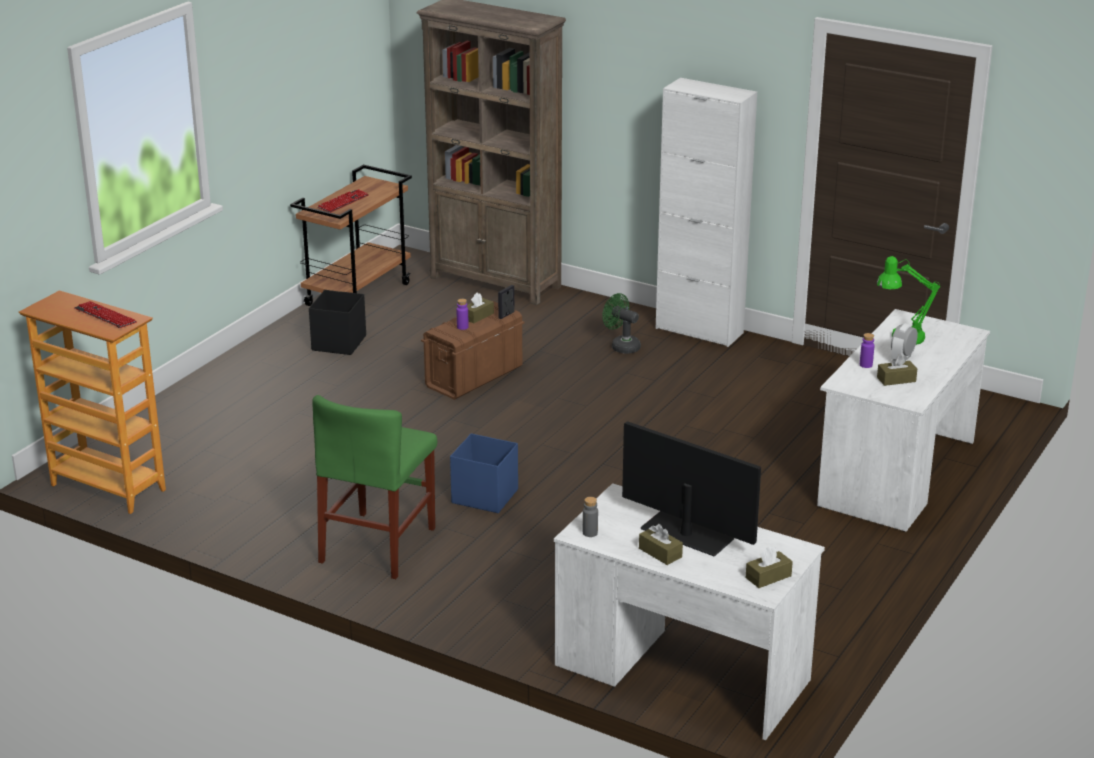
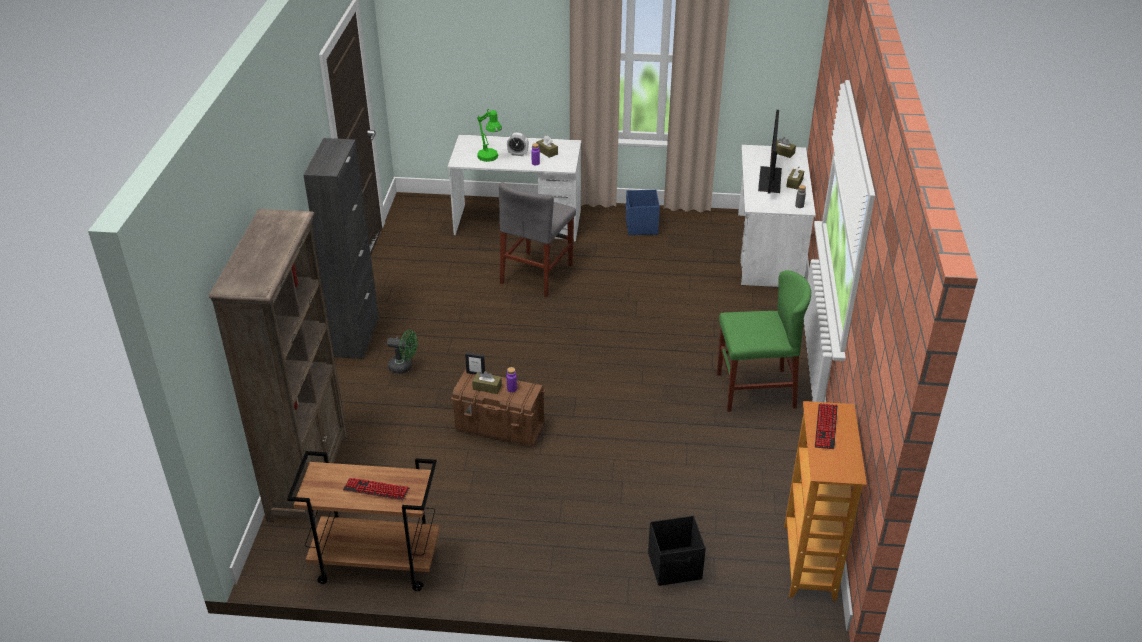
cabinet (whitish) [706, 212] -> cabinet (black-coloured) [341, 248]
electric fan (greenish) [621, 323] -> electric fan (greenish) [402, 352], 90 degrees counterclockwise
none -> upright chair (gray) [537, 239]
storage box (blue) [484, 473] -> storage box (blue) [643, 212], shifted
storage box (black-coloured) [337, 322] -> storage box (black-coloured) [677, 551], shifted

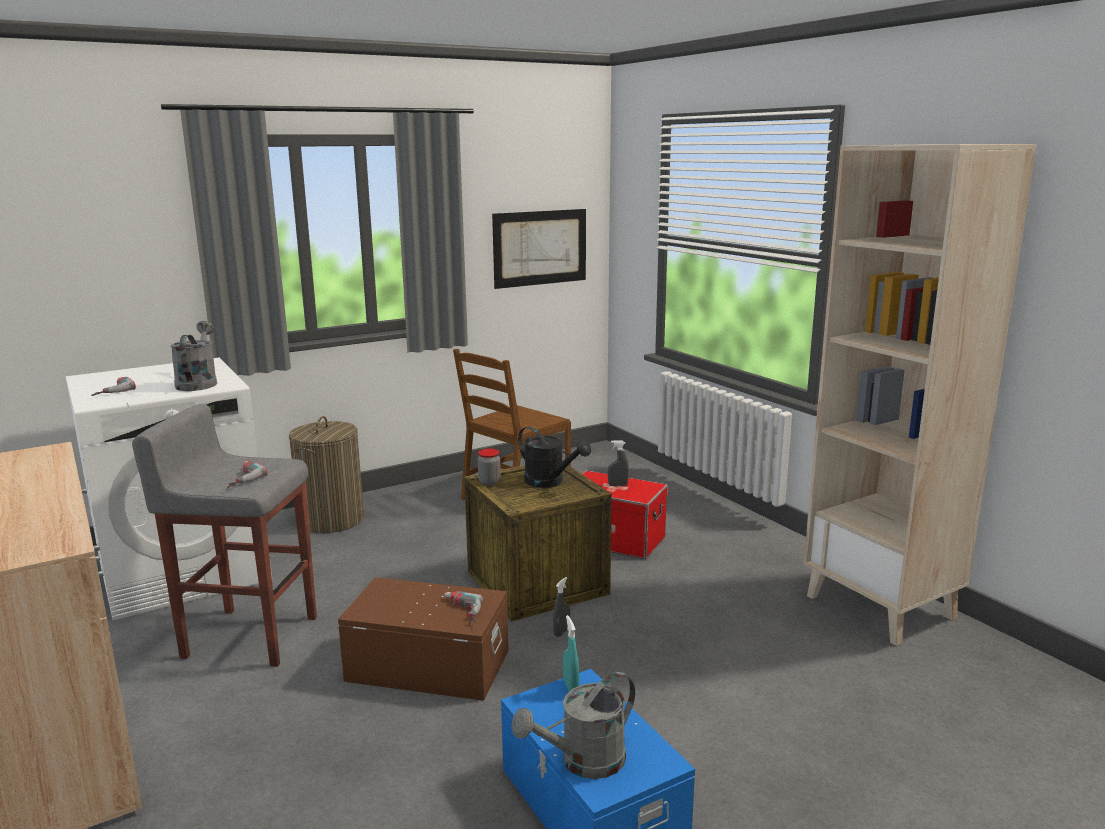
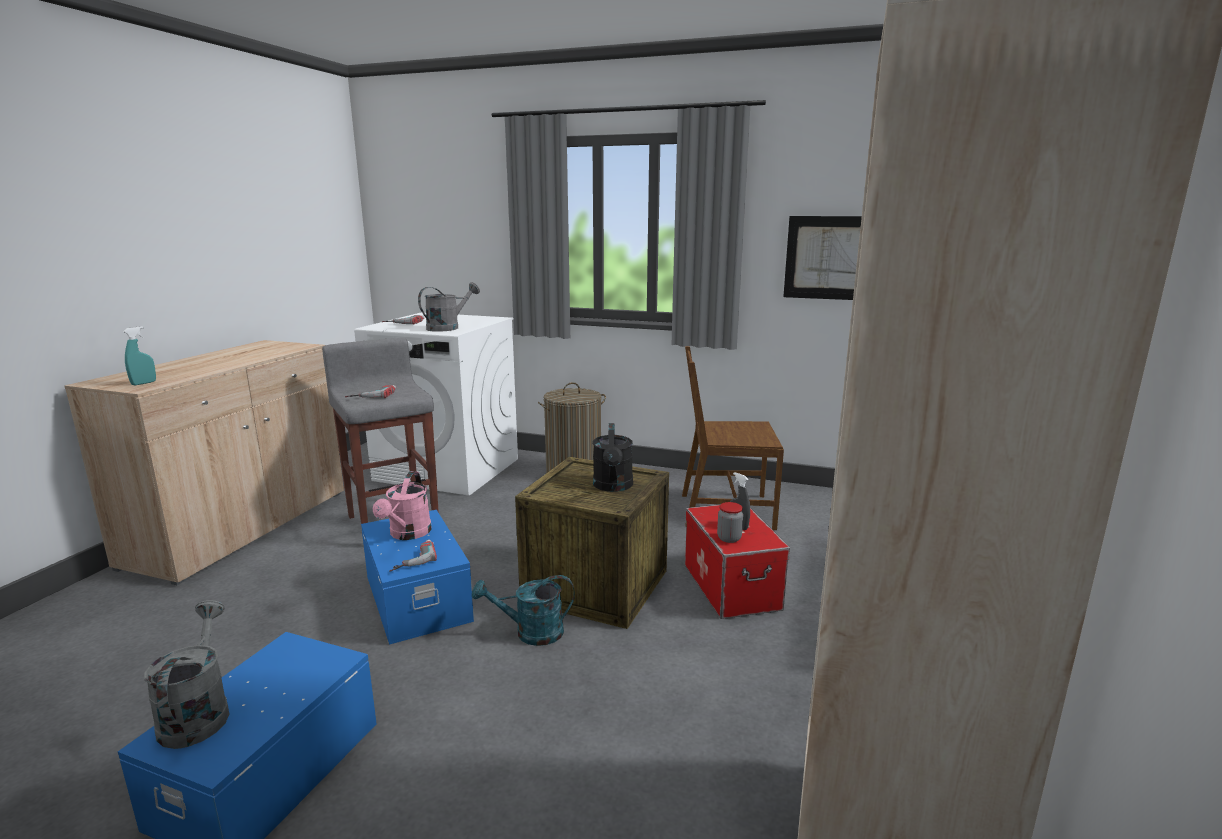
hand sprayer (turquoise) [571, 653] -> hand sprayer (turquoise) [139, 355], shifted
watering pot (gray) [573, 725] -> watering pot (gray) [186, 674], 60 degrees clockwise
storage box (brownish) [423, 639] -> storage box (blue) [417, 577]
none -> watering pot (pinkish) [402, 505]
hand sprayer (gray) [561, 607] -> watering pot (turquoise) [523, 610]
preserve jar [489, 467] -> preserve jar [730, 522], shifted

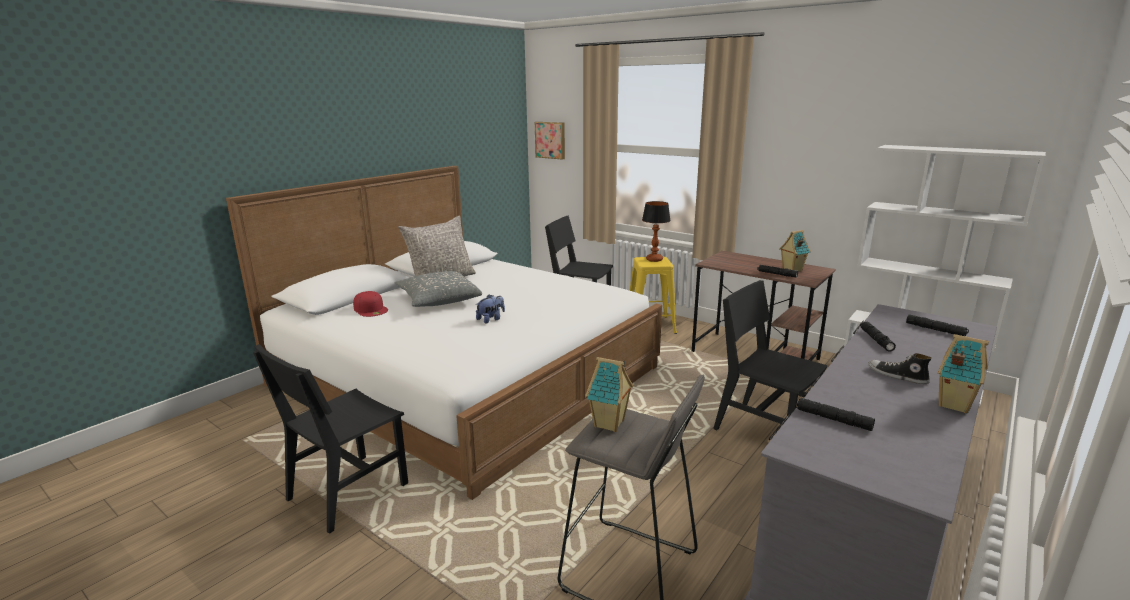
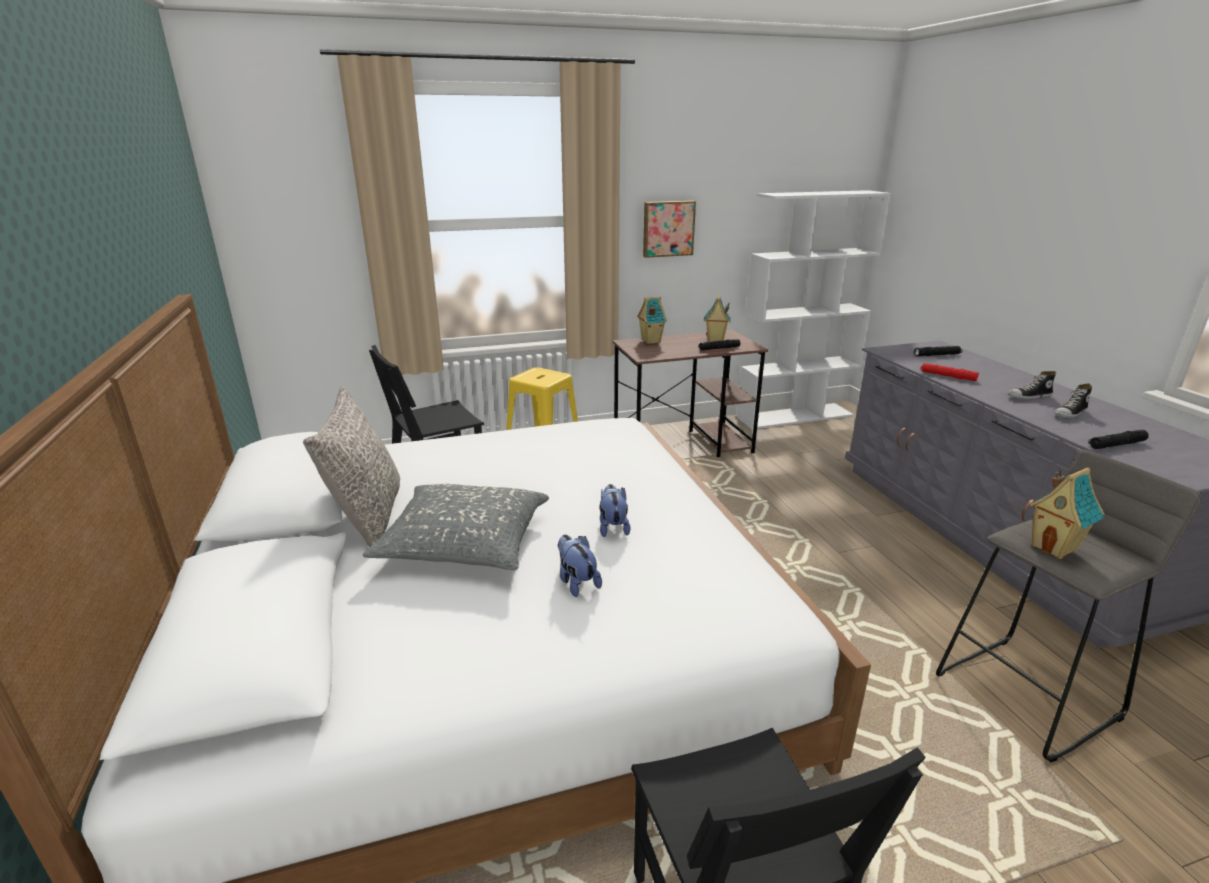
none -> plush toy [580, 566]
toy house [963, 374] -> toy house [652, 320], shifted
picture [550, 140] -> picture [669, 229], shifted
hand torch (black-coloured) [878, 336] -> hand torch (red-coloured) [949, 372]
none -> shoe [1073, 401]
baseball cap (red-coloured) [370, 304] -> none
lamp for a table [656, 231] -> none
upright chair (black-coloured) [770, 355] -> none

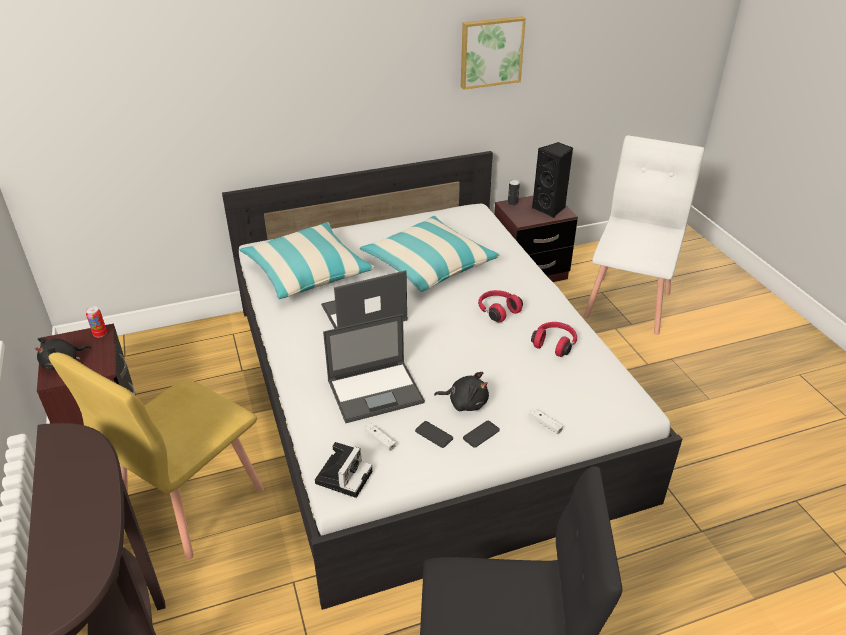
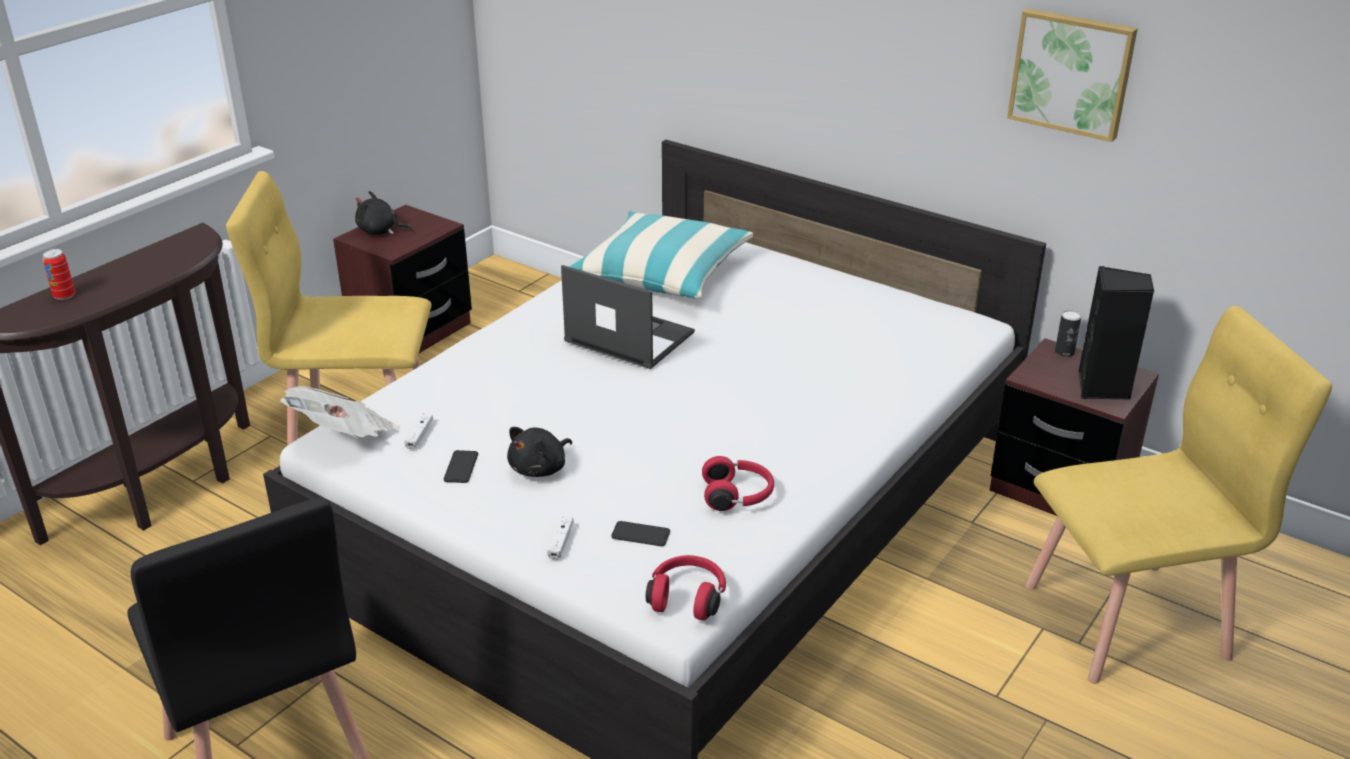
sealed can [96, 322] -> sealed can [59, 274], shifted
photo camera [343, 470] -> printed paper [339, 412]
plush toy (black-coloured) [461, 391] -> plush toy (black-coloured) [539, 452], 60 degrees clockwise
phone [481, 434] -> phone [640, 533], shifted
headset (red-coloured) [500, 306] -> headset (red-coloured) [686, 587], shifted
upright chair (whitish) [644, 235] -> upright chair (yellow) [1178, 495]
portable computer [374, 368] -> none
throw pillow [430, 253] -> none

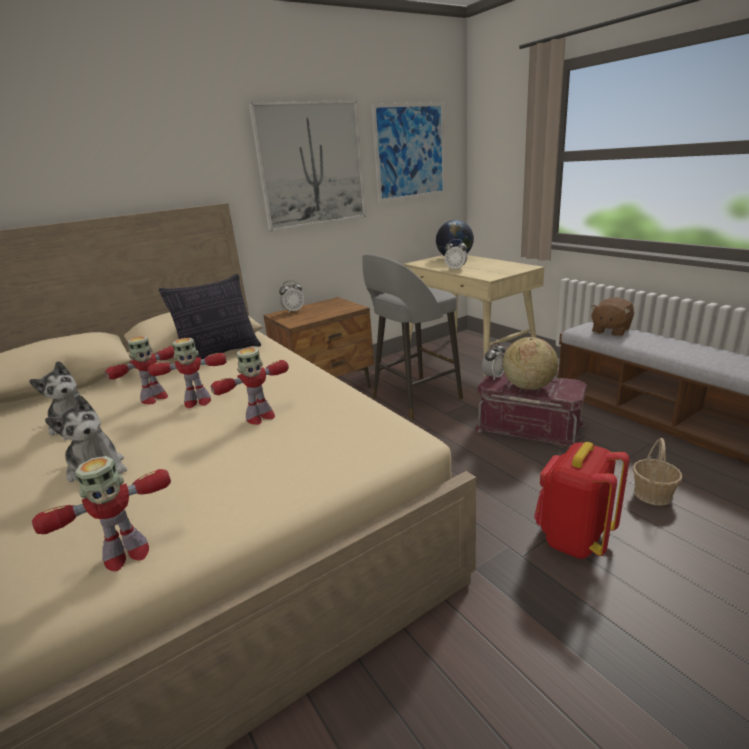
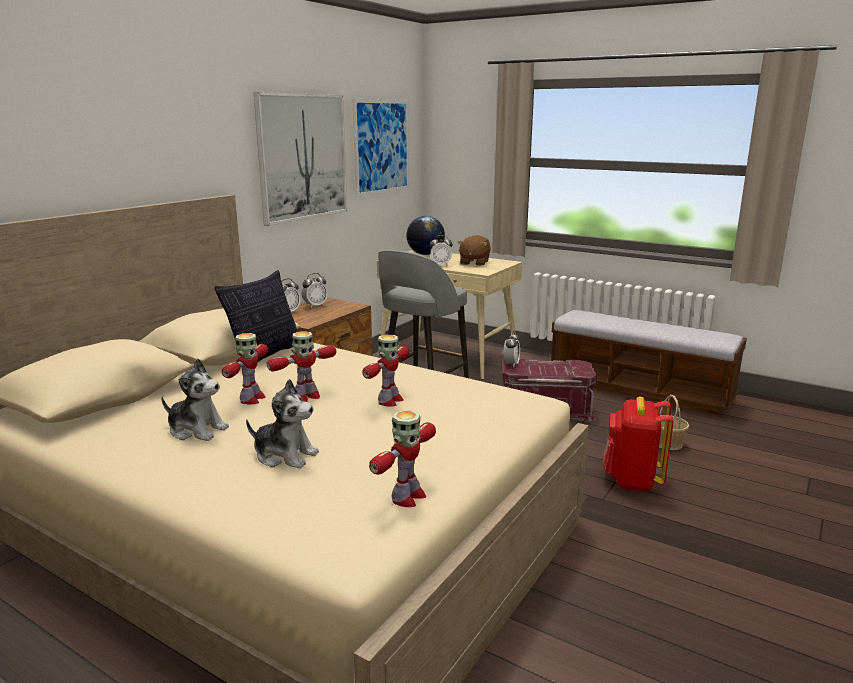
none -> bedside clock [315, 290]
plush toy (brownish) [612, 317] -> plush toy (brownish) [474, 250], shifted
desk globe [530, 363] -> none

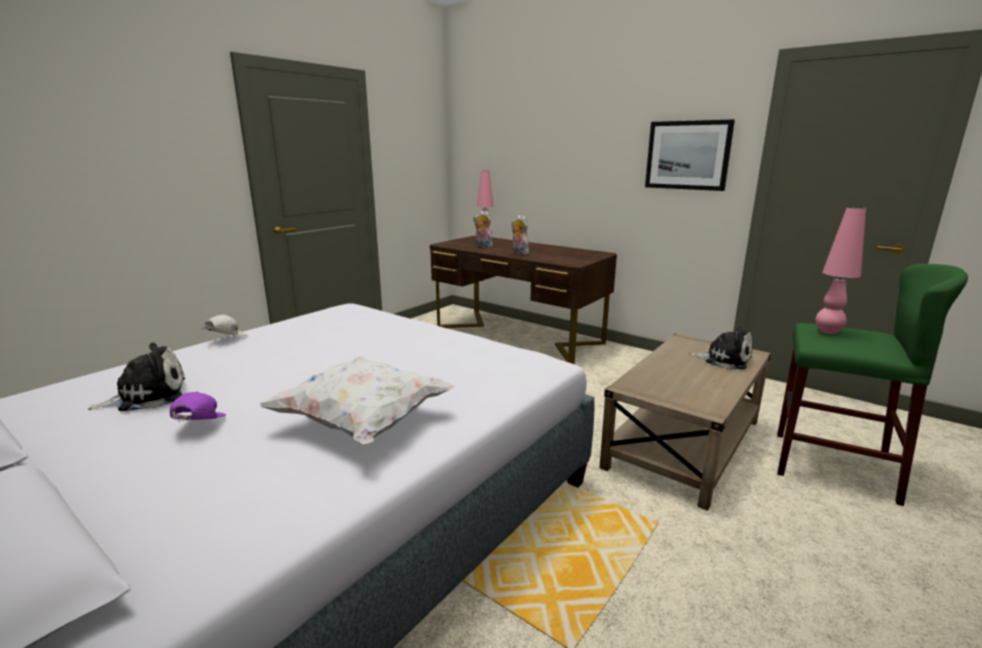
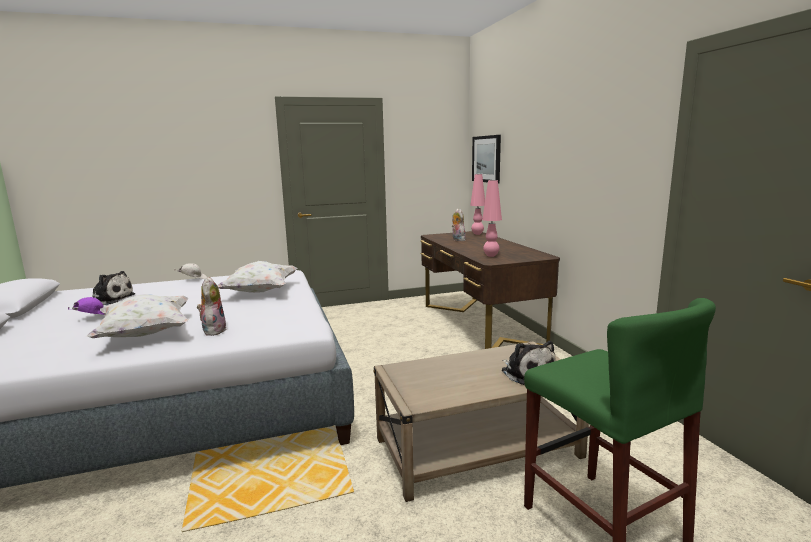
plush toy [520, 235] -> plush toy [212, 306], shifted
none -> throw pillow (whitish) [257, 277]
picture [690, 155] -> picture [486, 159], shifted
lamp for a table (pinkish) [841, 270] -> lamp for a table (pinkish) [492, 218], shifted

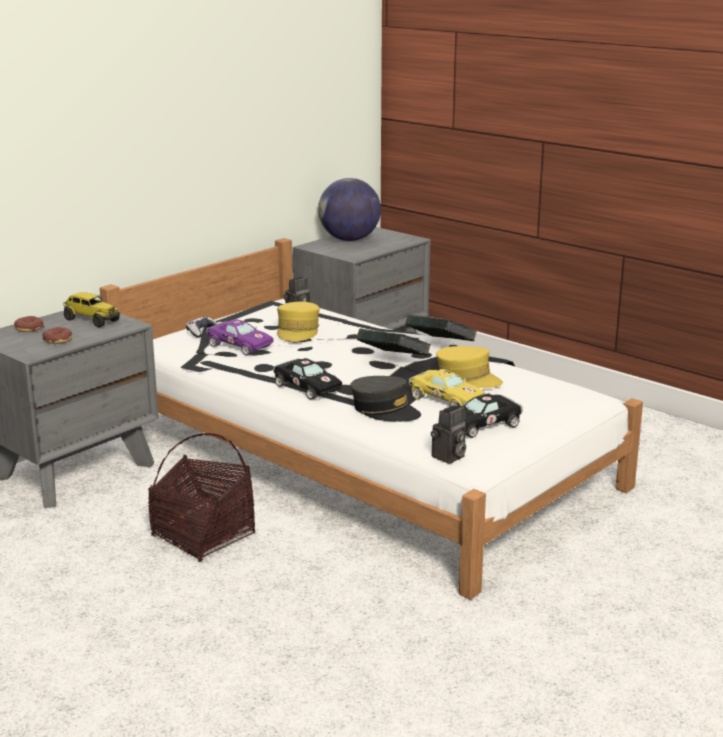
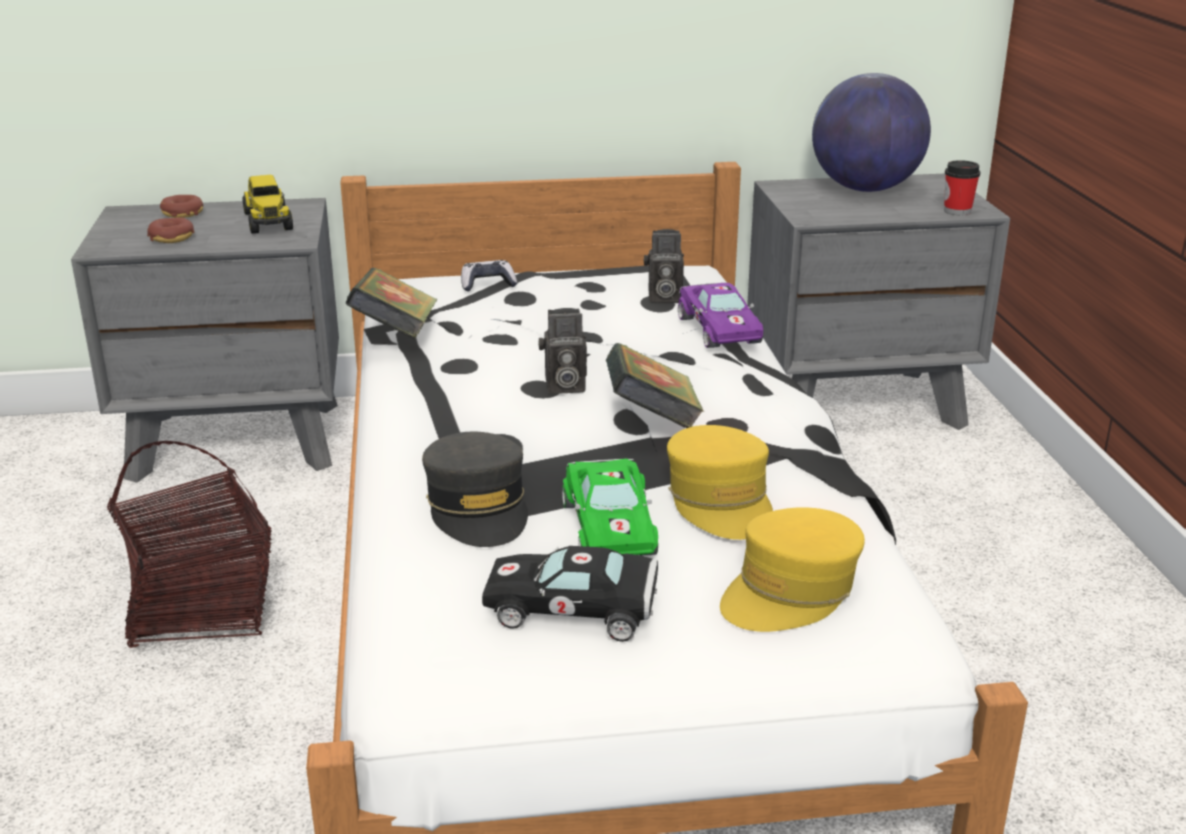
volume [441, 327] -> volume [391, 303], shifted
photo camera [448, 434] -> photo camera [562, 351], shifted
miniature car (yellow) [447, 388] -> miniature car (greenish) [610, 507]
miniature car (purple-coloured) [239, 337] -> miniature car (purple-coloured) [720, 315], shifted
baseball cap (yellow) [298, 322] -> baseball cap (yellow) [792, 569], shifted
none -> small cup [962, 187]
miniature car (black-coloured) [307, 378] -> none

